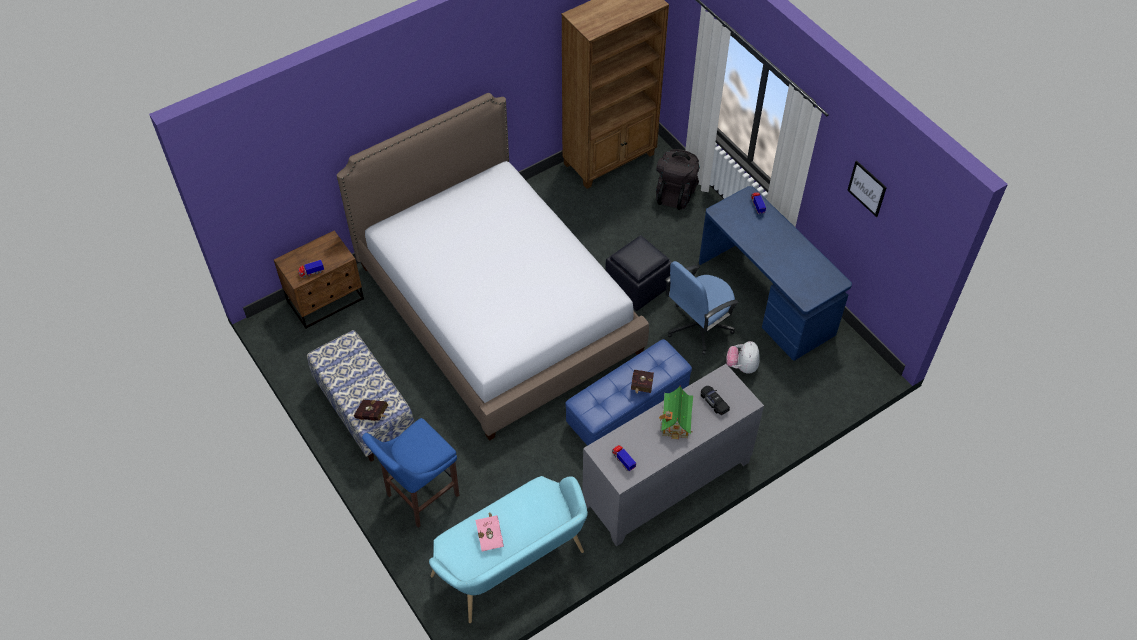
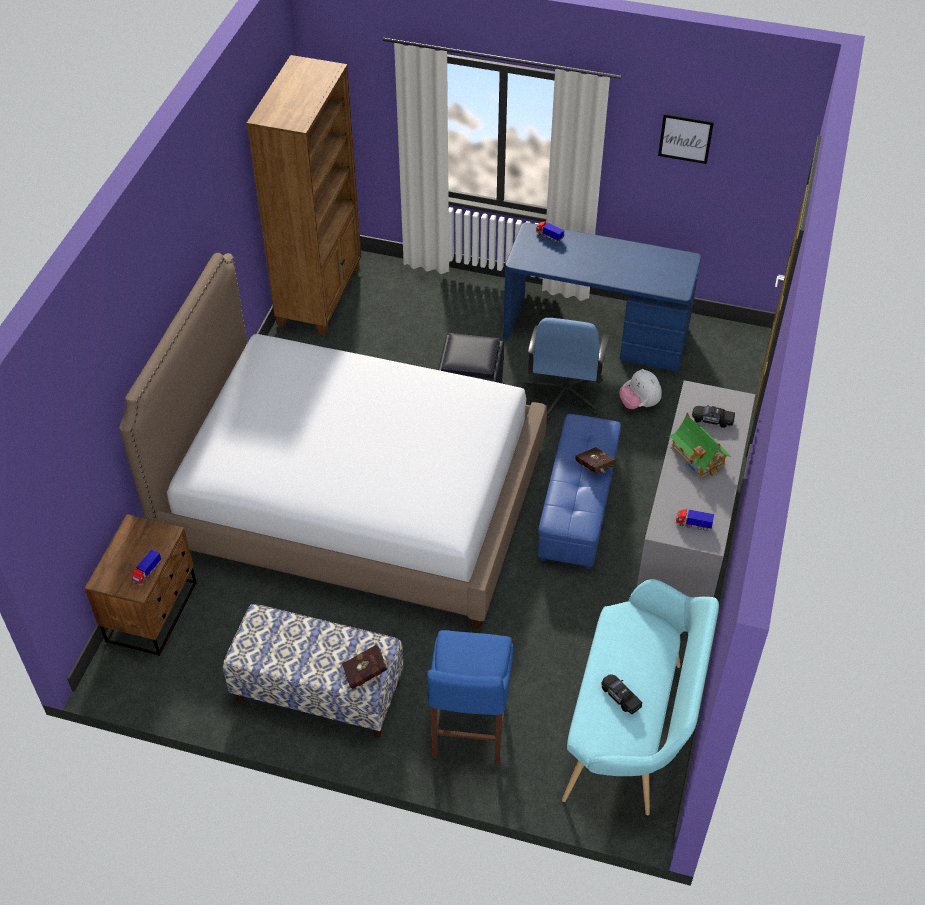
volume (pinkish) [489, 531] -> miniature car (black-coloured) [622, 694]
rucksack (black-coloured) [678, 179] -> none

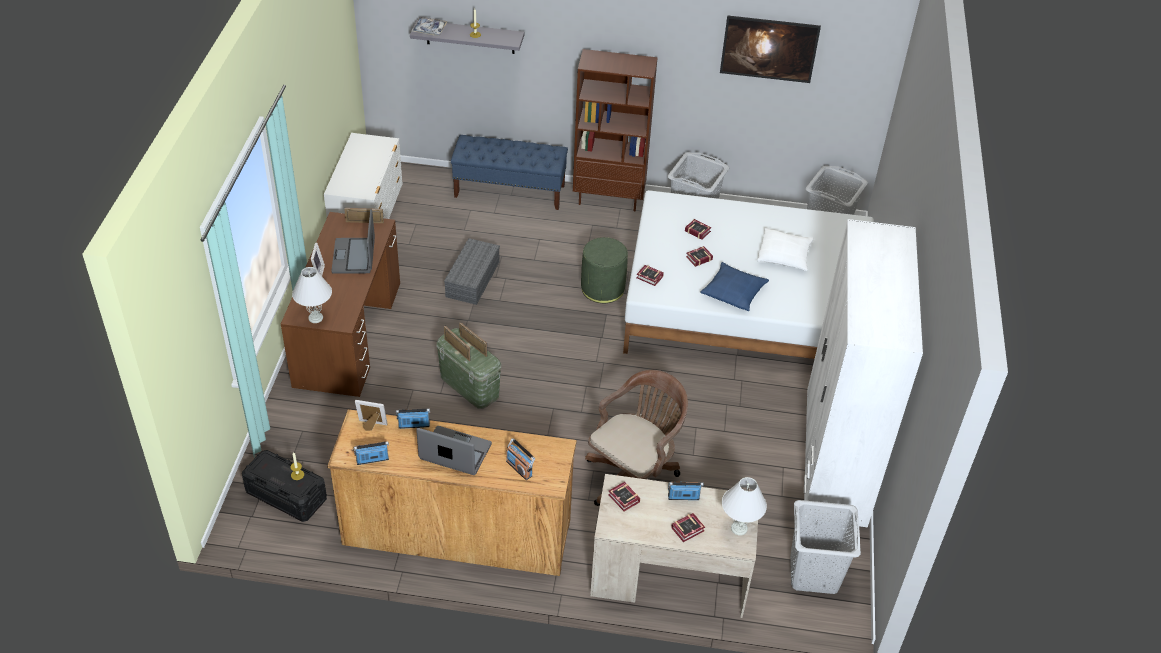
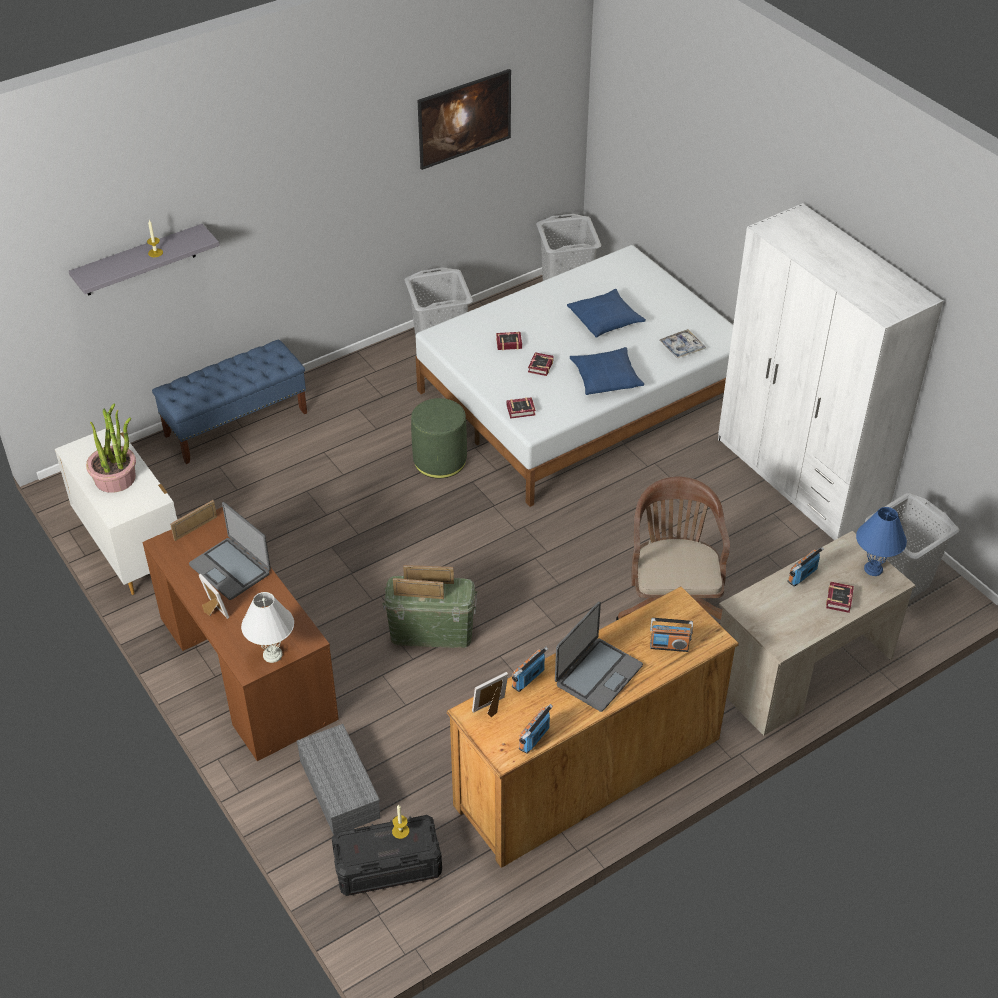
none -> houseplant [111, 448]
storage box (gray) [472, 271] -> storage box (gray) [338, 779], shifted
portable computer [454, 450] -> portable computer [599, 657], 150 degrees clockwise
throw pillow (whitish) [785, 249] -> throw pillow (blue) [606, 313]
carrying tray [429, 26] -> carrying tray [682, 344], shifted
lamp for a table (whitish) [744, 506] -> lamp for a table (blue) [881, 541]
shelving unit (brownish) [615, 130] -> none
volume [624, 497] -> none

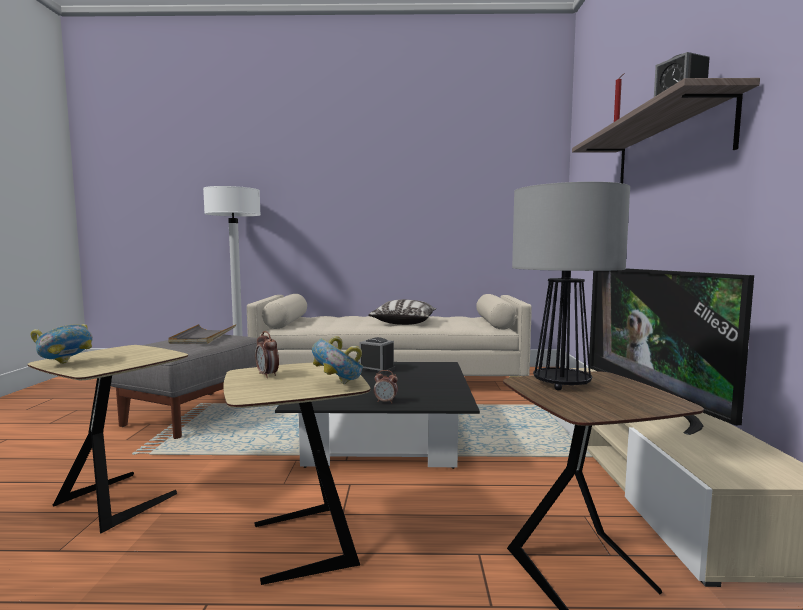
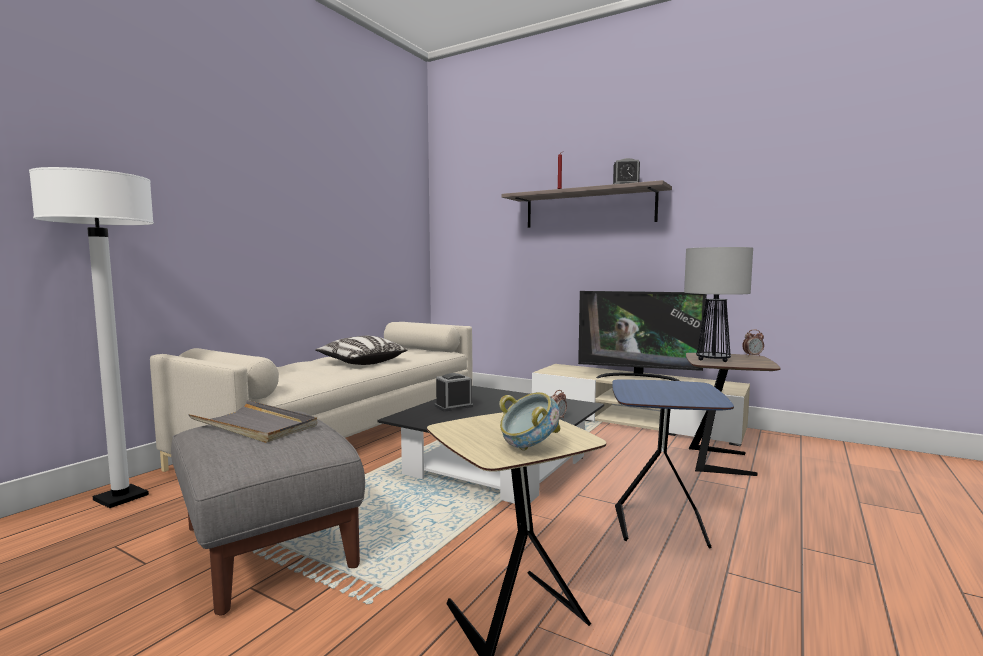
accent table (beige-coloured) [296, 473] -> accent table (blue) [673, 464]
bedside clock [267, 354] -> bedside clock [753, 342], shifted
deep dish [337, 360] -> none

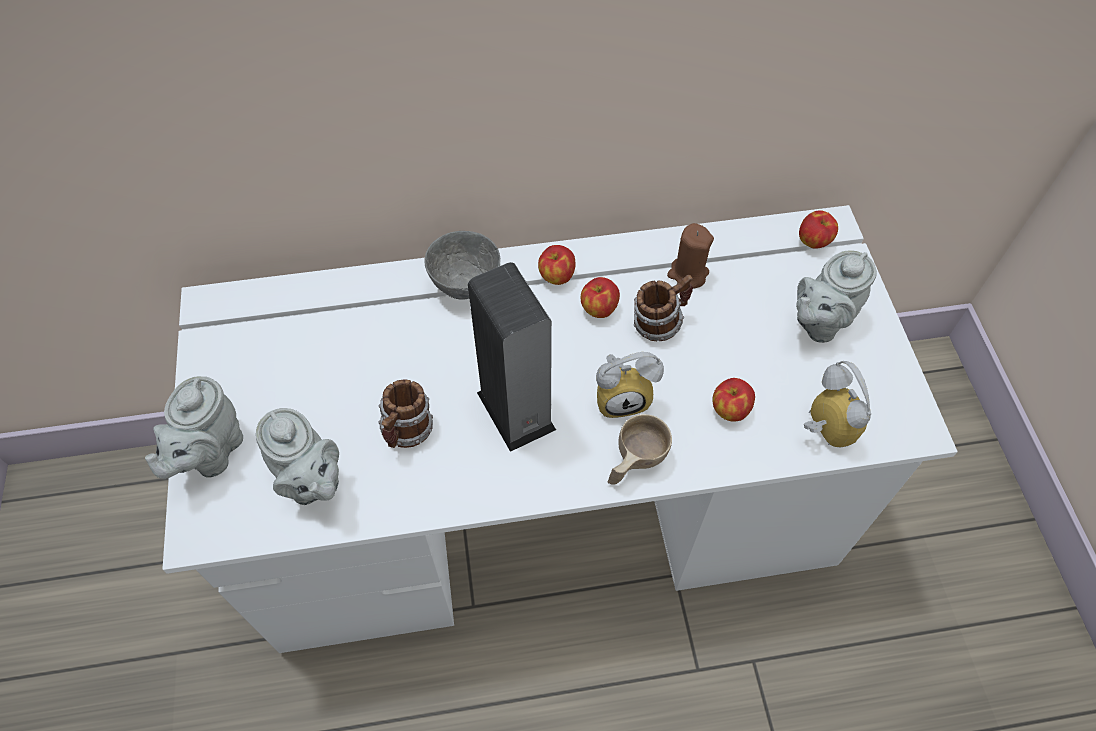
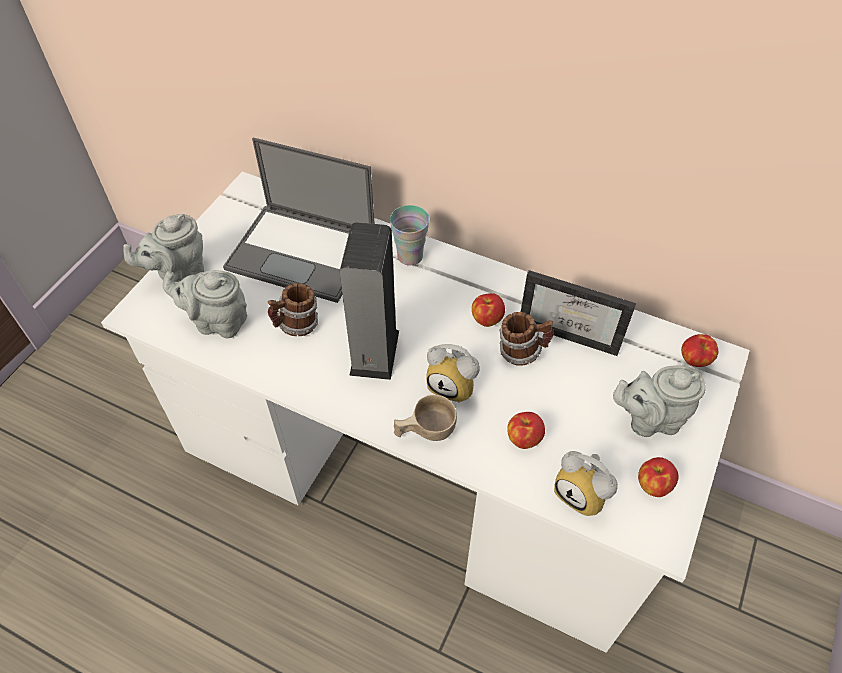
tea pot (gray) [297, 456] -> tea pot (gray) [204, 304], 105 degrees clockwise
none -> portable computer [299, 220]
deep dish (gray) [462, 265] -> small cup [409, 235]
wax light (brownish) [690, 255] -> photo frame [578, 313]
bedside clock [837, 404] -> bedside clock [586, 483], 120 degrees clockwise
apple [556, 265] -> apple [658, 477], shifted

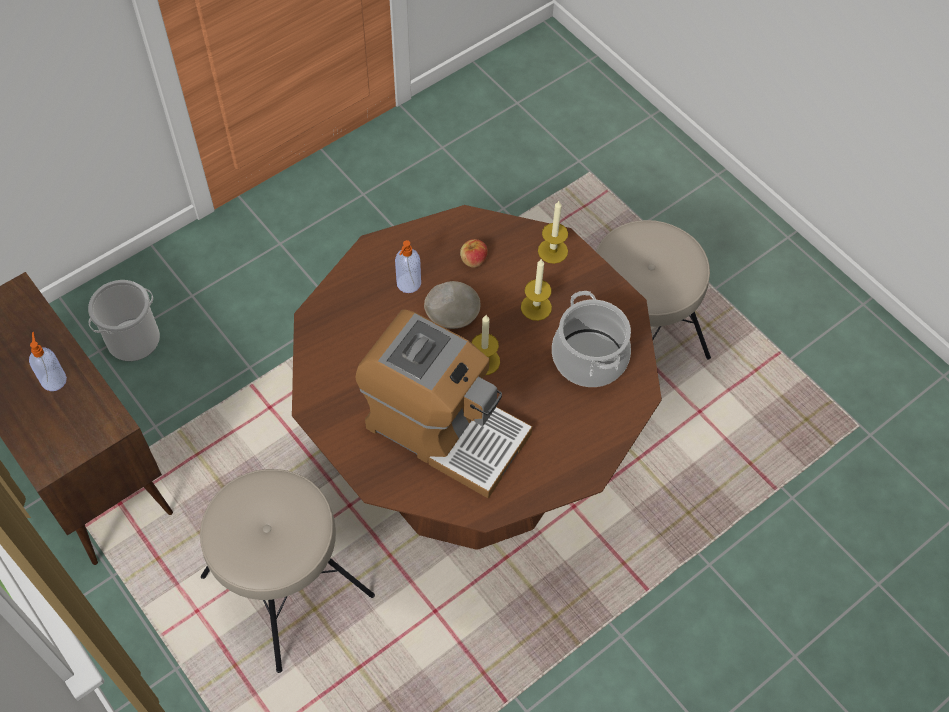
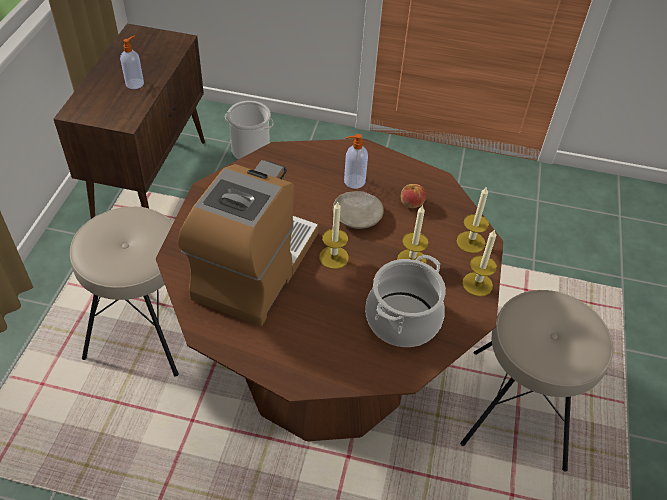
coffee brewer [443, 403] -> coffee brewer [248, 243], 150 degrees counterclockwise
none -> wax light [479, 262]

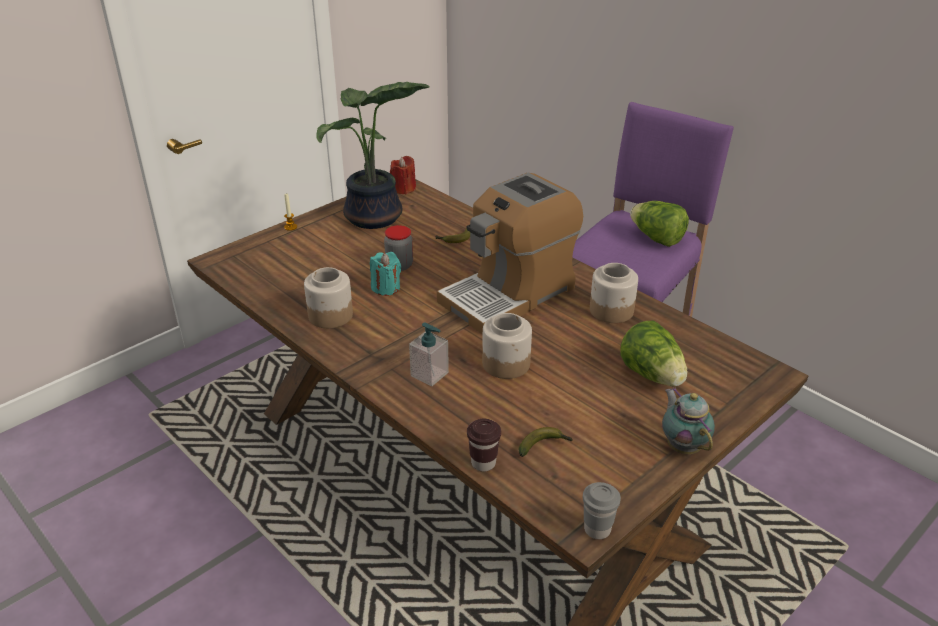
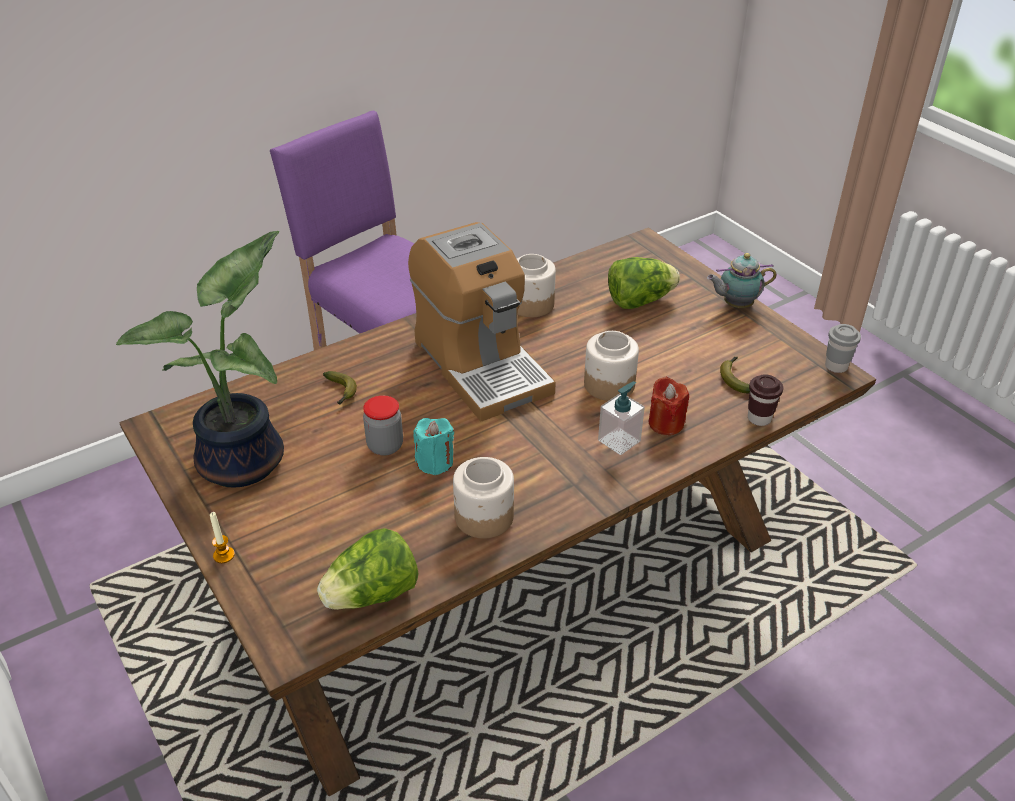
lettuce [659, 224] -> lettuce [367, 569], shifted
wax light (red-coloured) [403, 175] -> wax light (red-coloured) [669, 406], shifted

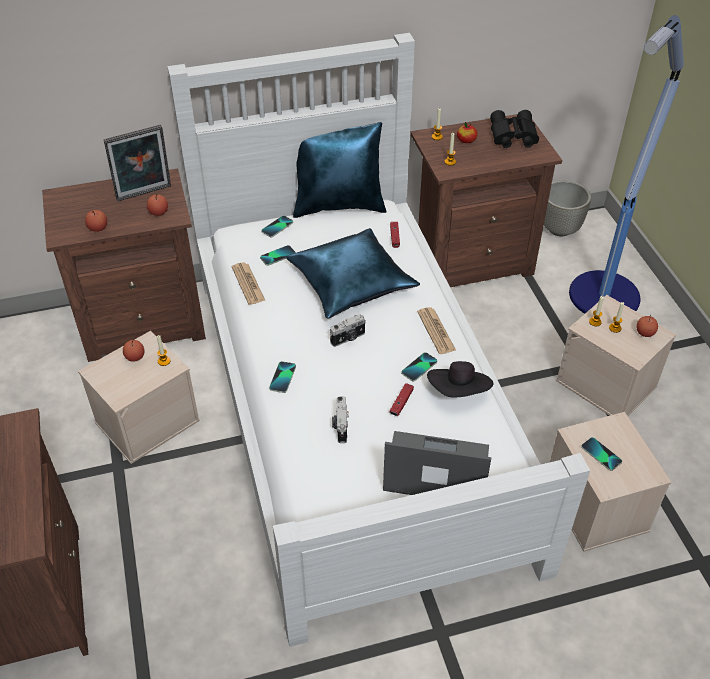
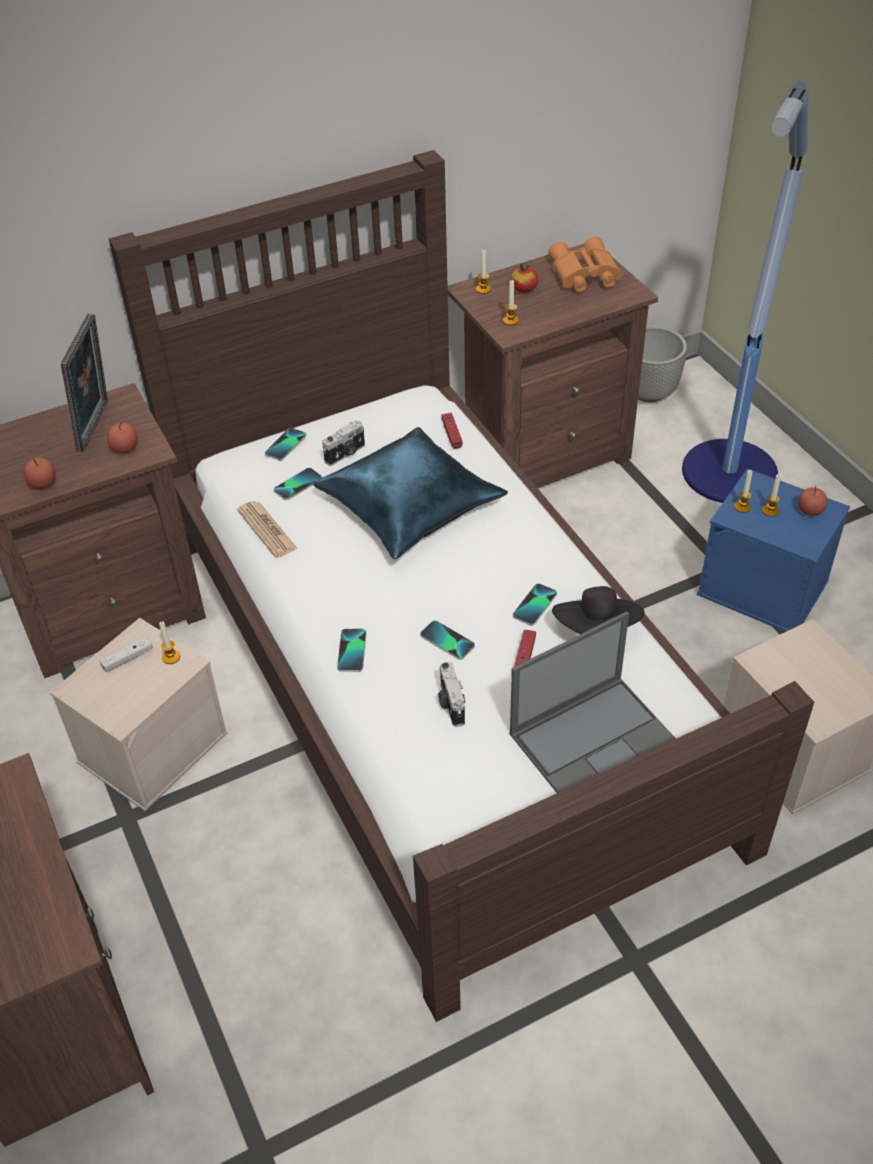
photo frame [137, 163] -> photo frame [84, 383], 45 degrees counterclockwise
apple [133, 351] -> joypad (whitish) [126, 654]
sleeping bed (whitish) [378, 340] -> sleeping bed (brownish) [461, 586]
photo camera [348, 330] -> photo camera [343, 443], shifted
phone [601, 454] -> phone [447, 640], shifted
portable computer [437, 463] -> portable computer [593, 702], 150 degrees clockwise
field glasses (black-coloured) [514, 129] -> field glasses (orange) [585, 264]
storage box (beige-coloured) [616, 355] -> storage box (blue) [773, 550]
throw pillow (blue) [340, 170] -> none
printed paper [436, 330] -> none

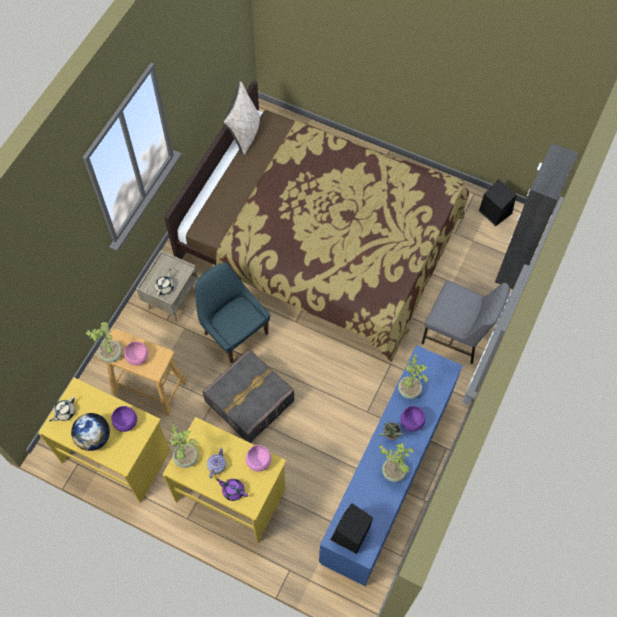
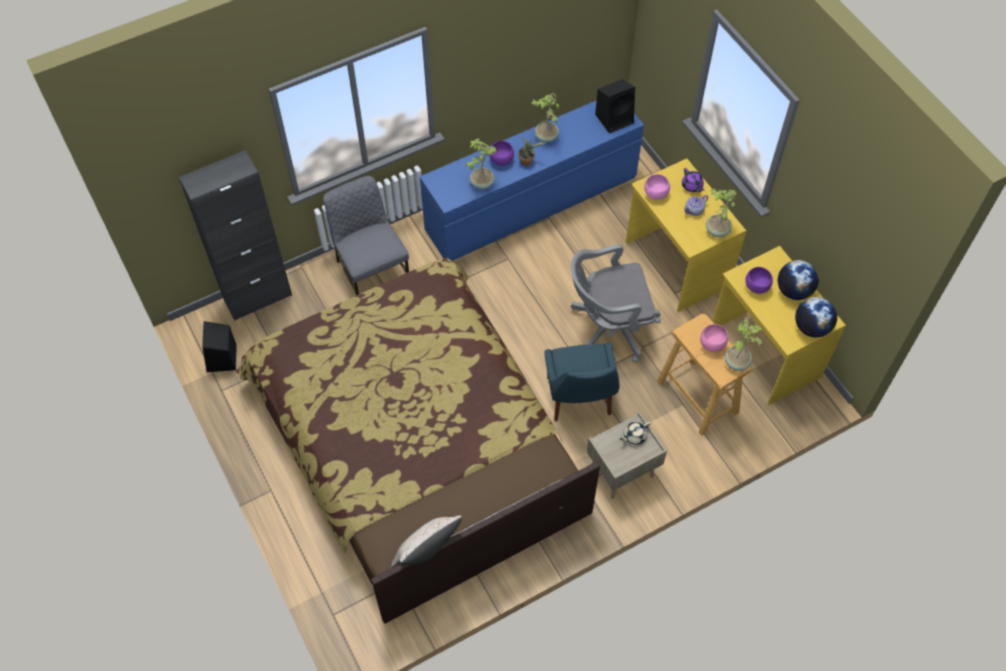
storage box (gray) [248, 396] -> office chair (gray) [616, 303]
tea pot (beige-coloured) [62, 409] -> desk globe [816, 317]

